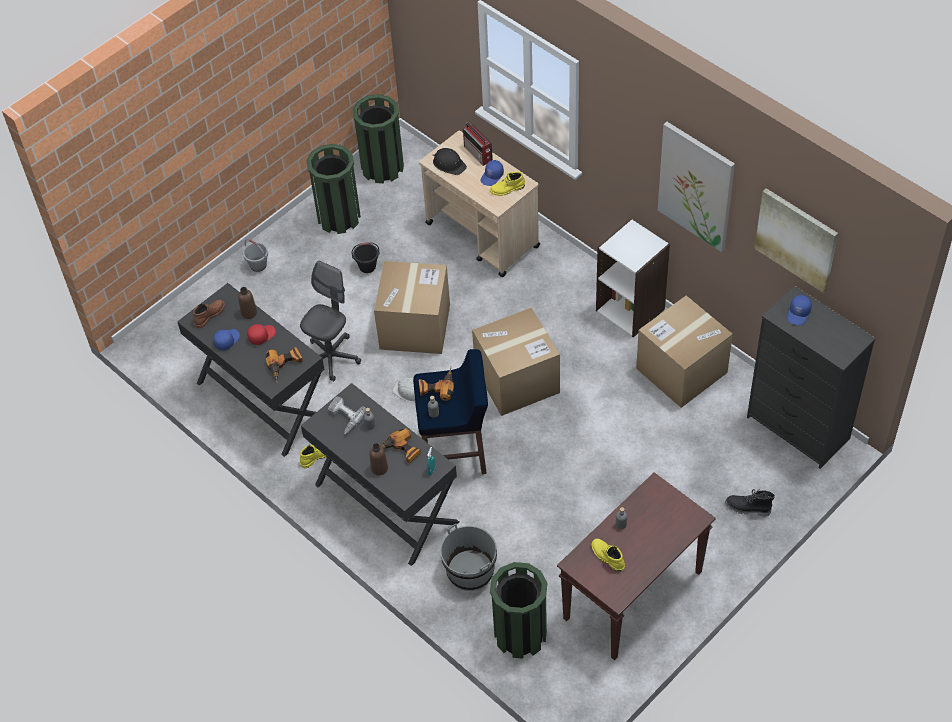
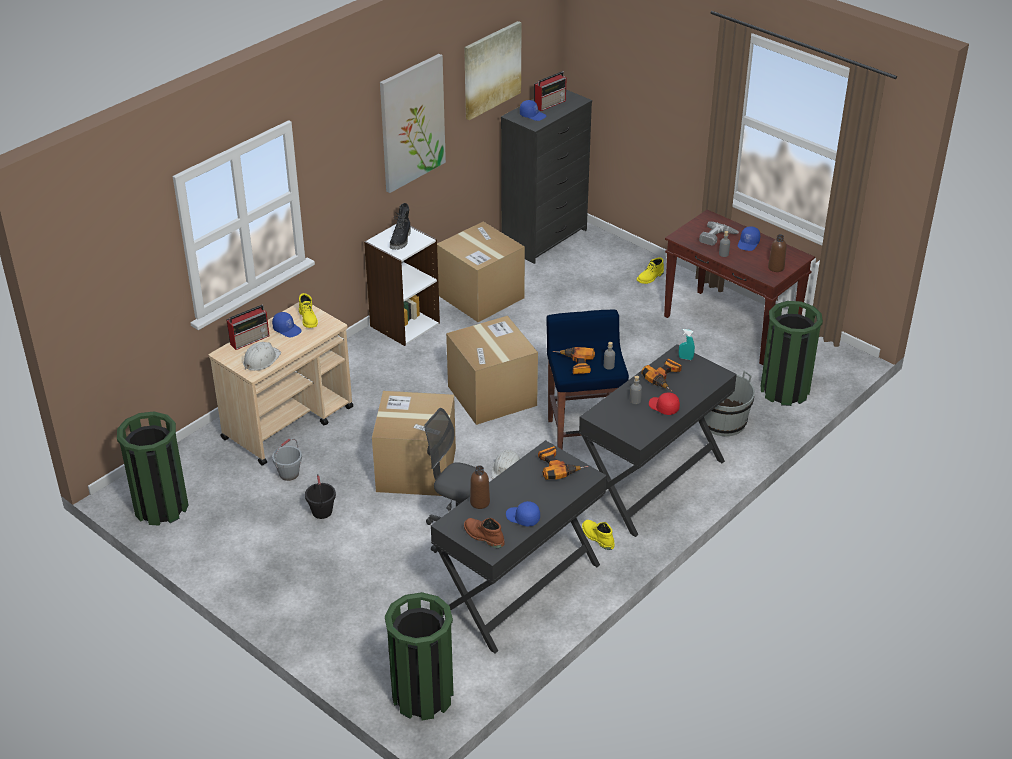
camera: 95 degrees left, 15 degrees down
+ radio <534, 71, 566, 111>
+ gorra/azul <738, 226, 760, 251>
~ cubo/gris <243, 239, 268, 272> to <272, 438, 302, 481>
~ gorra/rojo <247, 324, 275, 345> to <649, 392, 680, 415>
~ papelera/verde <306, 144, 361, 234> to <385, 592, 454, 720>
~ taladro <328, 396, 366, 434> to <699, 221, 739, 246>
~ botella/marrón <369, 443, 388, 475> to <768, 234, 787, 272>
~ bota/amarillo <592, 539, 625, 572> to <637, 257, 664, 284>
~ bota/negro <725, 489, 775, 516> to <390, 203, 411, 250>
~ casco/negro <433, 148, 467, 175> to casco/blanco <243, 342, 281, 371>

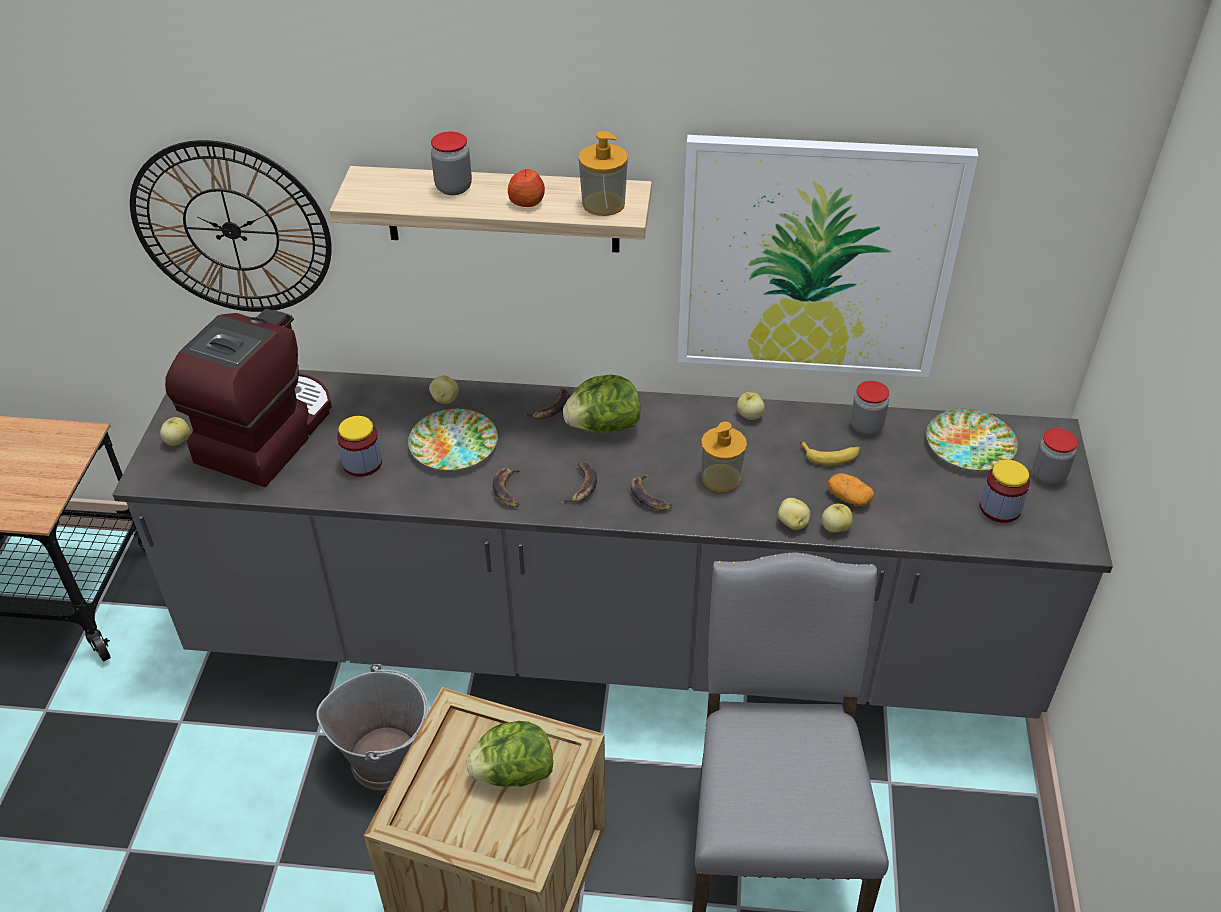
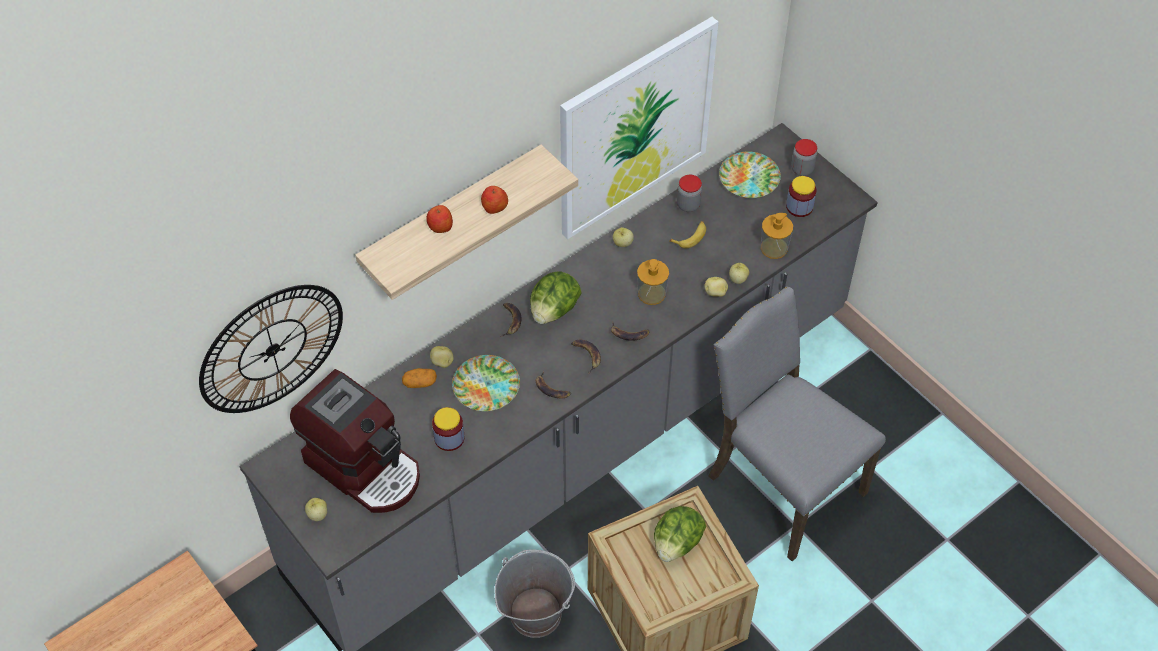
camera: 45 degrees left, 10 degrees up
~ dispensador de jabón <578, 131, 628, 216> to <761, 213, 793, 259>
~ patata <828, 473, 874, 506> to <402, 368, 437, 388>
~ tarro <431, 132, 472, 195> to manzana <426, 205, 453, 233>
~ cafetera <165, 309, 332, 487> = <290, 369, 420, 513> 150 degrees clockwise

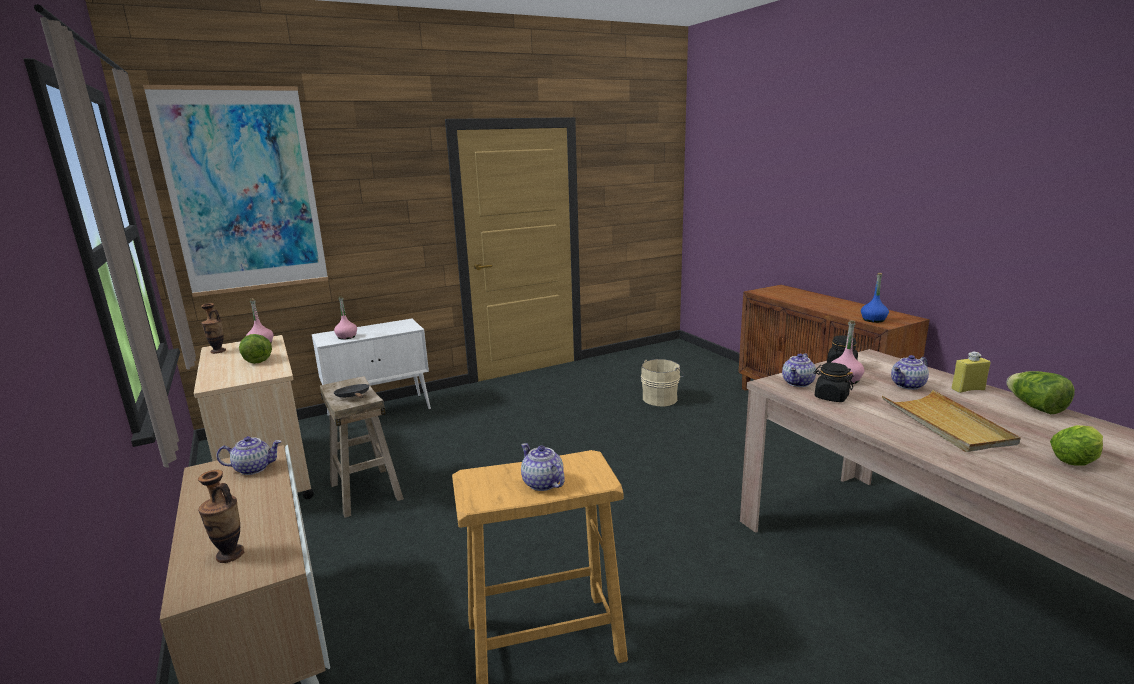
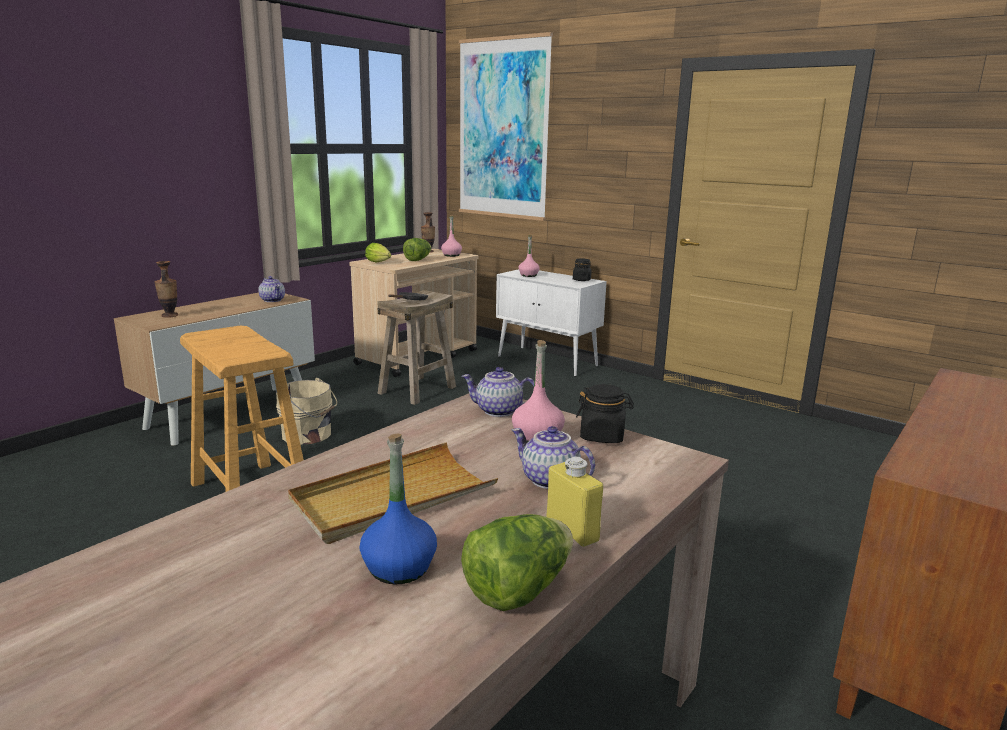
camera: 65 degrees right, 0 degrees up
- tetera <521, 443, 565, 491>
~ cubo/beis <641, 359, 684, 407> to <276, 378, 337, 445>
~ tarro/negro <814, 363, 853, 402> to <573, 259, 591, 281>
~ botella/azul <861, 273, 889, 323> to <360, 433, 437, 584>
~ lechuga <1050, 425, 1103, 466> to <365, 243, 391, 263>

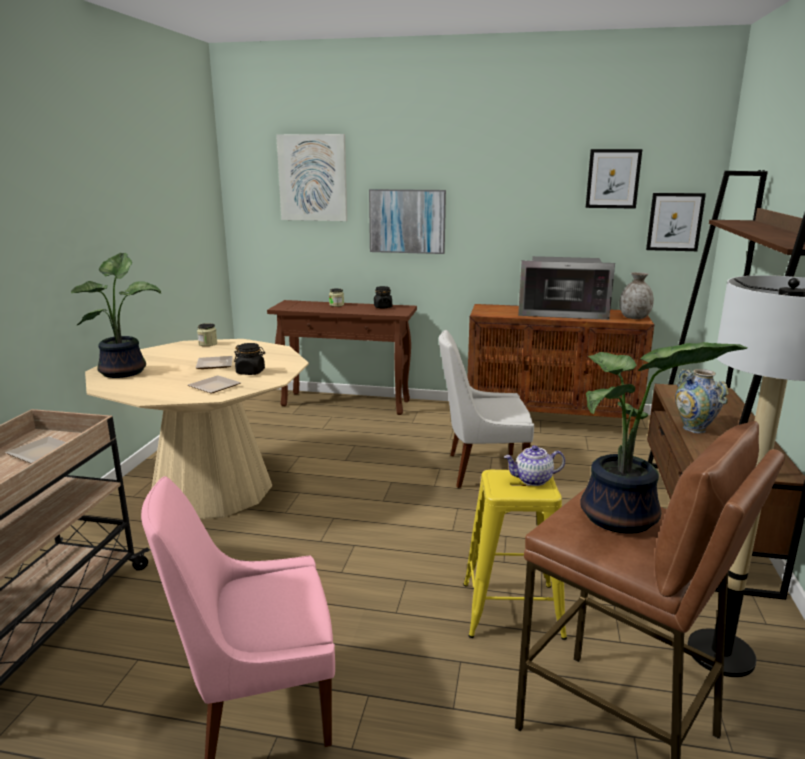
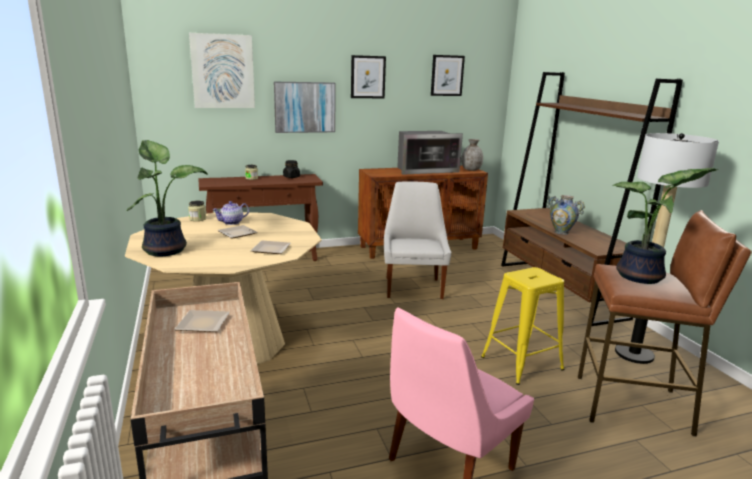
camera: 30 degrees left, 0 degrees up
- tarro/negro <234, 343, 265, 375>
~ tetera <504, 445, 565, 486> to <212, 201, 249, 225>
~ cuadro <646, 193, 706, 251> to <351, 55, 386, 98>
~ silla/blanco <439, 330, 534, 488> = <384, 181, 451, 299> 120 degrees clockwise

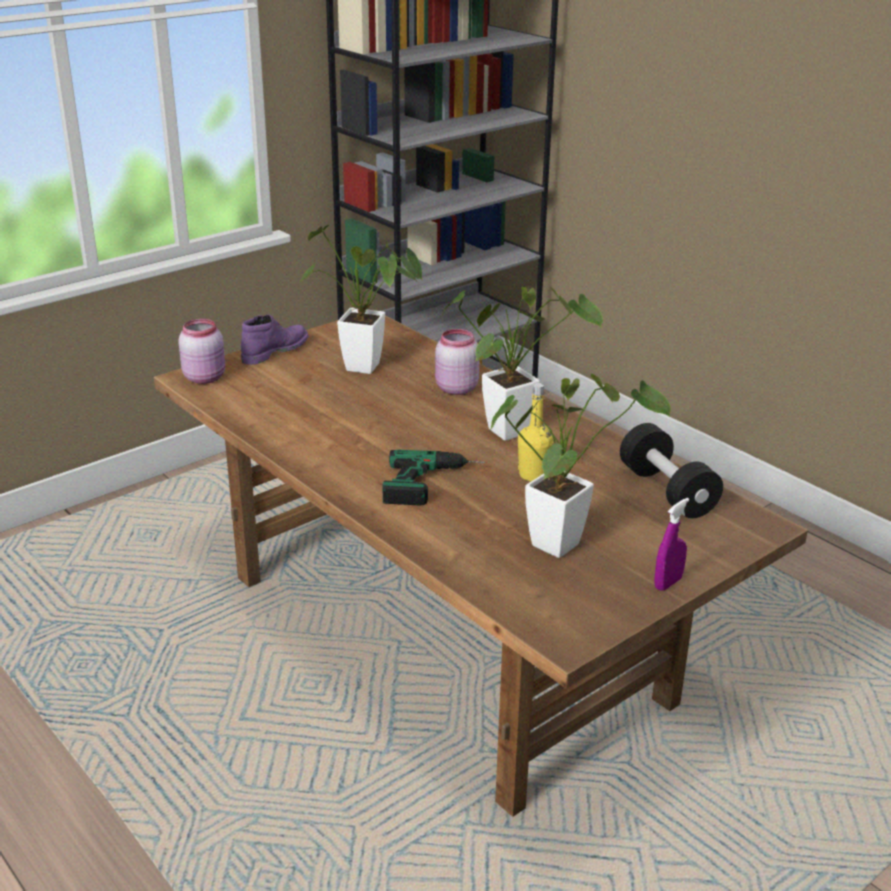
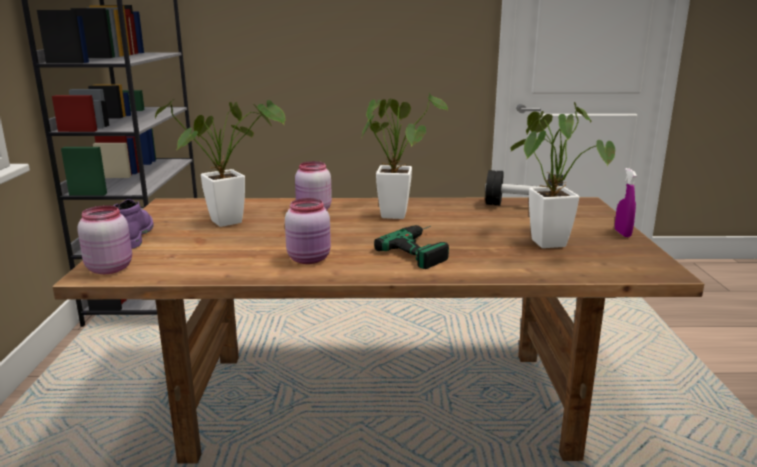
camera: 50 degrees left, 10 degrees down
- botella/amarillo <518, 383, 553, 481>
+ tarro/rosa <285, 198, 331, 264>

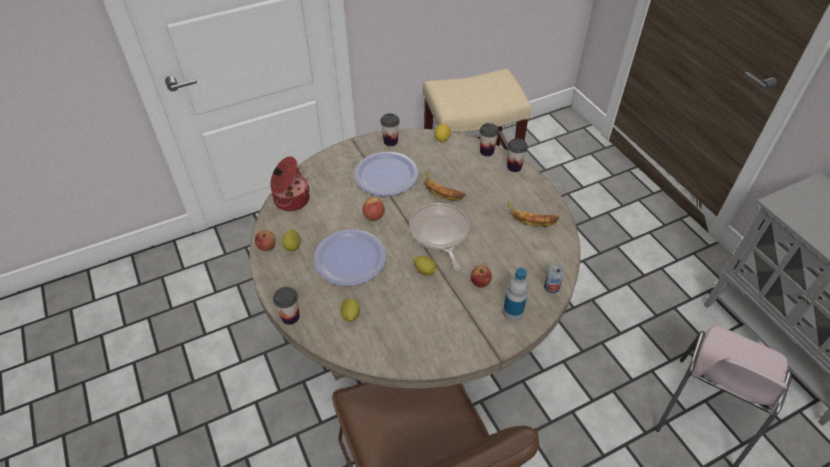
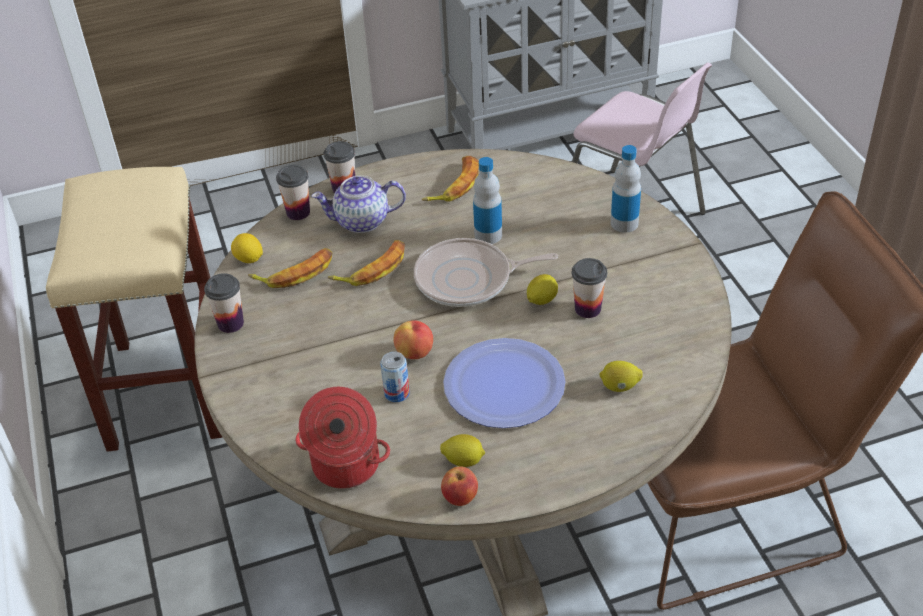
camera: 80 degrees left, 5 degrees down
- plato <354, 152, 418, 196>
- manzana <471, 265, 492, 288>
+ plátano <248, 248, 332, 288>
+ tetera <312, 176, 406, 233>
+ botella <473, 157, 502, 244>
~ taza <273, 287, 299, 325> to <572, 258, 607, 318>
~ lata <544, 263, 565, 293> to <380, 352, 410, 402>

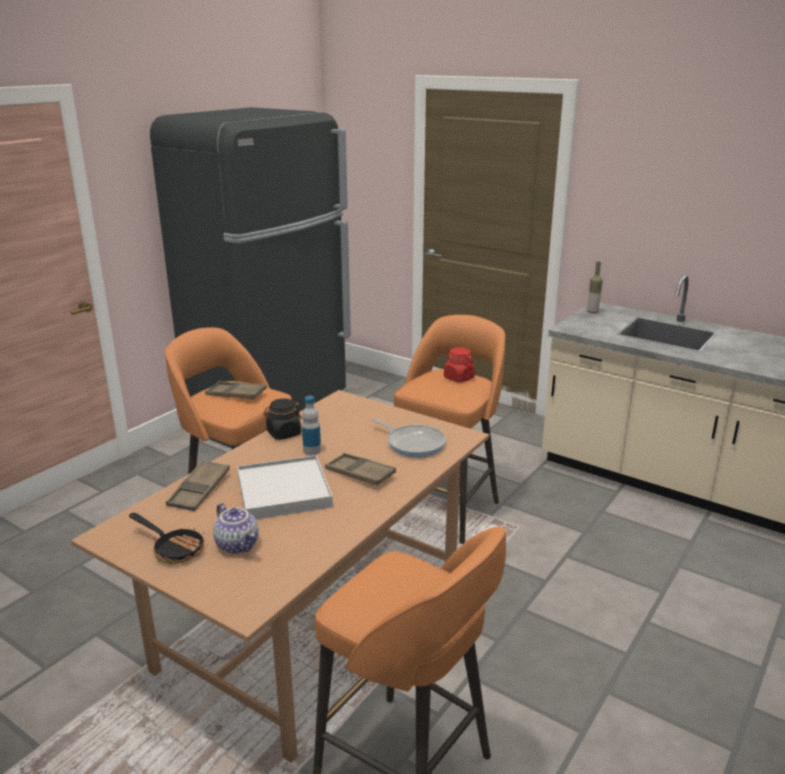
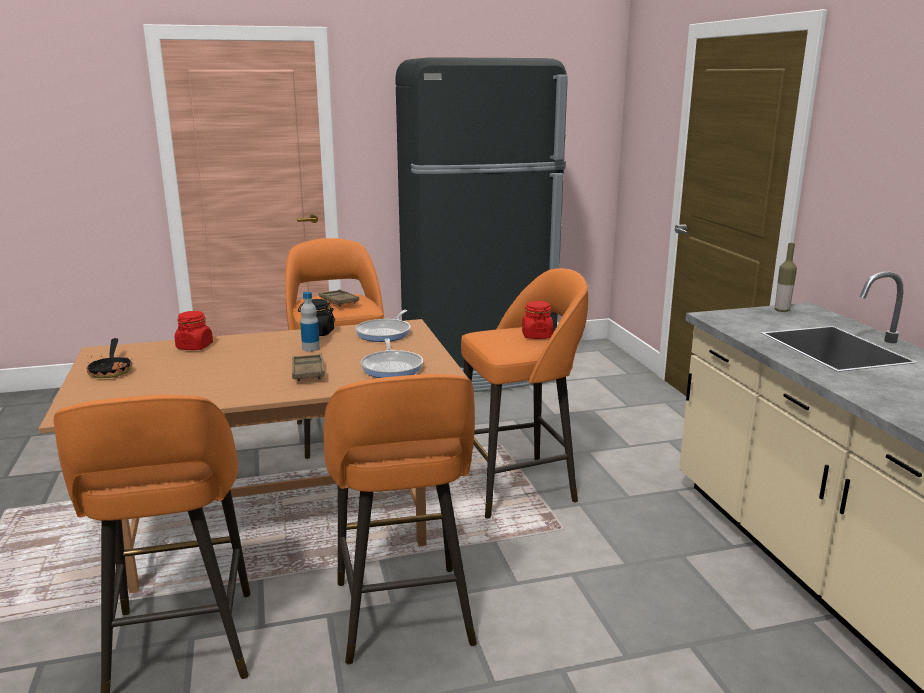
camera: 40 degrees right, 5 degrees down
- tetera <213, 503, 259, 554>
- bandeja/blanco <237, 455, 333, 519>
+ taburete/naranja <324, 374, 477, 665>
+ sartén <355, 310, 411, 342>
~ bandeja/marrón <166, 460, 230, 511> to tarro/rojo <175, 311, 213, 350>

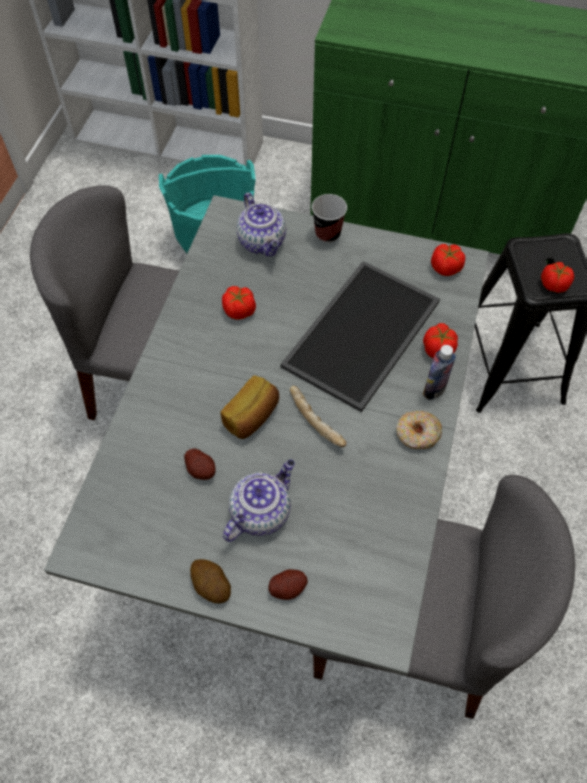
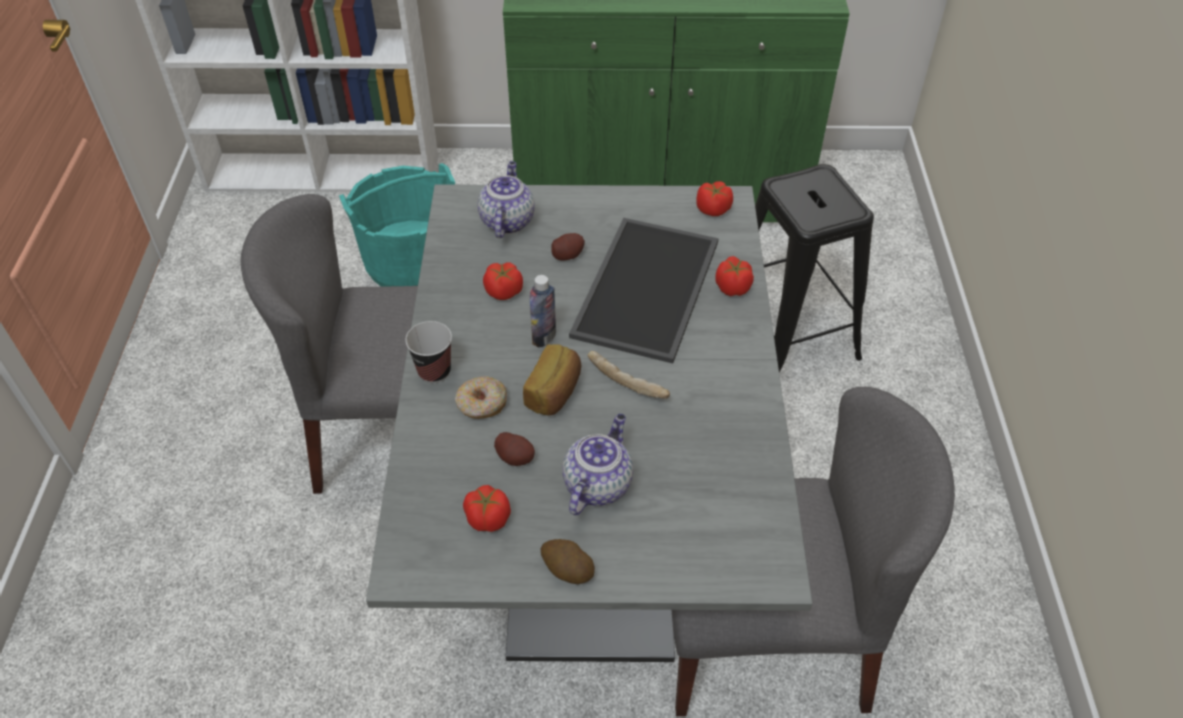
camera: 15 degrees left, 10 degrees down
~ patata <269, 569, 308, 600> to <551, 233, 585, 260>
~ taza <312, 194, 347, 243> to <405, 321, 452, 383>
~ rosquilla <396, 411, 442, 449> to <455, 376, 507, 419>
~ botella <423, 345, 456, 400> to <530, 275, 556, 348>
~ tomate <541, 262, 574, 293> to <463, 485, 511, 532>
~ tetera <236, 192, 286, 257> = <478, 161, 535, 238> 135 degrees counterclockwise

